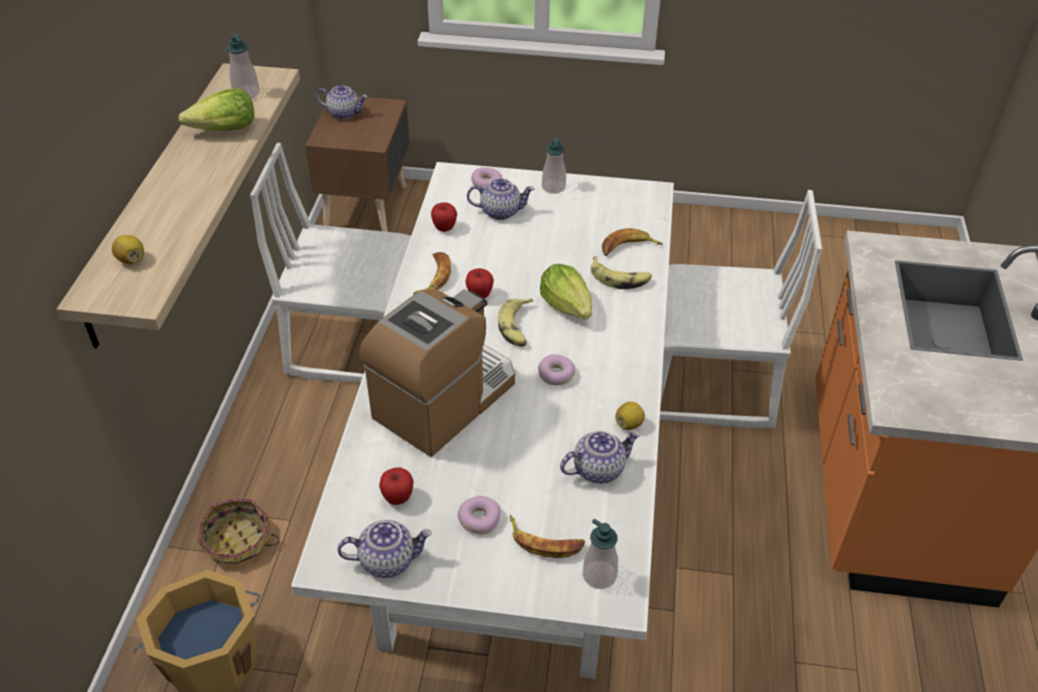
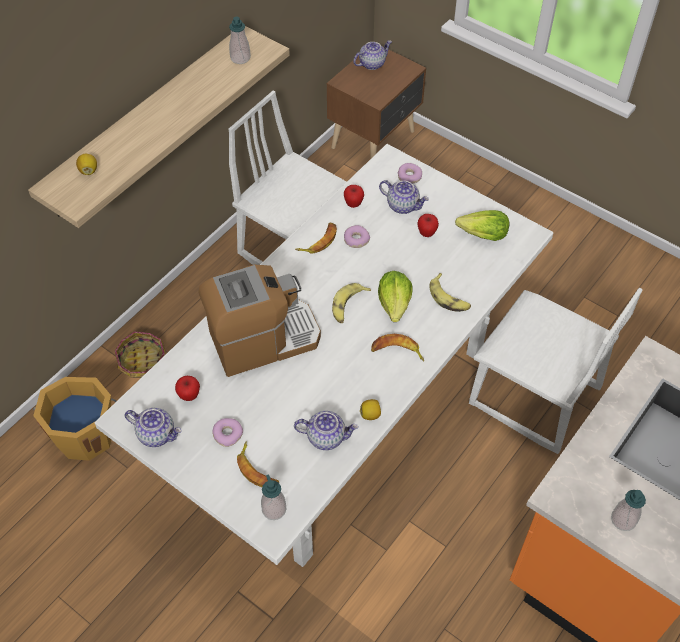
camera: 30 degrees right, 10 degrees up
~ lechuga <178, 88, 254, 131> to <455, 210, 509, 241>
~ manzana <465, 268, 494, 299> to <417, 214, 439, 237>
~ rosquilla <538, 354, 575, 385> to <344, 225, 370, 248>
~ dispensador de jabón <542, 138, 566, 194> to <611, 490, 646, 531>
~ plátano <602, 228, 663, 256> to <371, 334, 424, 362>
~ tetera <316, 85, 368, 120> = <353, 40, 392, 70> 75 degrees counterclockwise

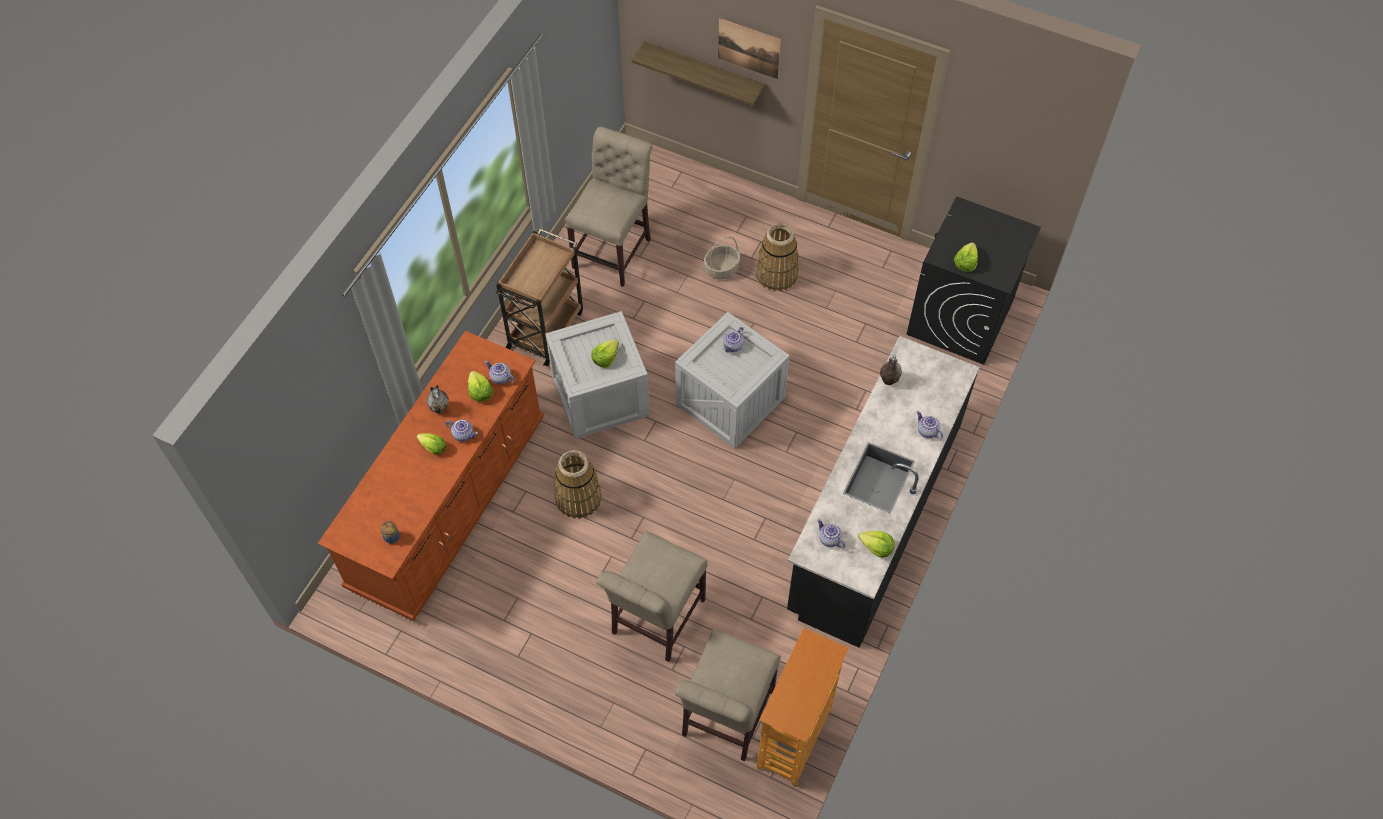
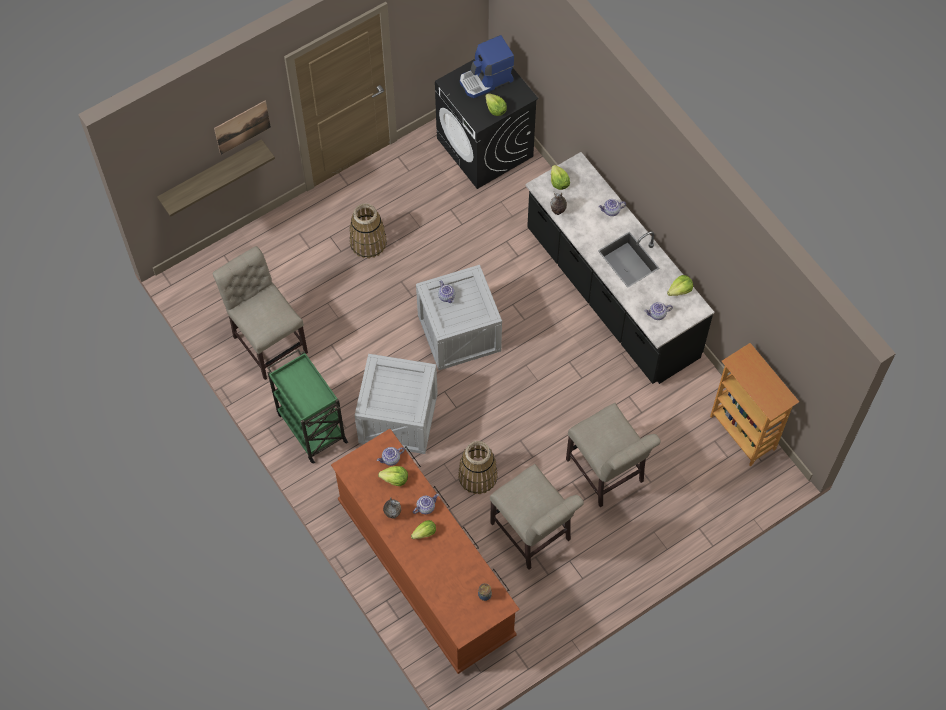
camera: 60 degrees left, 5 degrees up
- cesta <704, 237, 740, 279>
+ cafetera <460, 35, 514, 98>
~ lechuga <591, 339, 619, 368> to <551, 165, 570, 190>
~ silla/beis <675, 629, 781, 761> to <490, 464, 584, 570>
~ carrito/marrón <496, 229, 583, 366> to carrito/verde <267, 349, 348, 464>

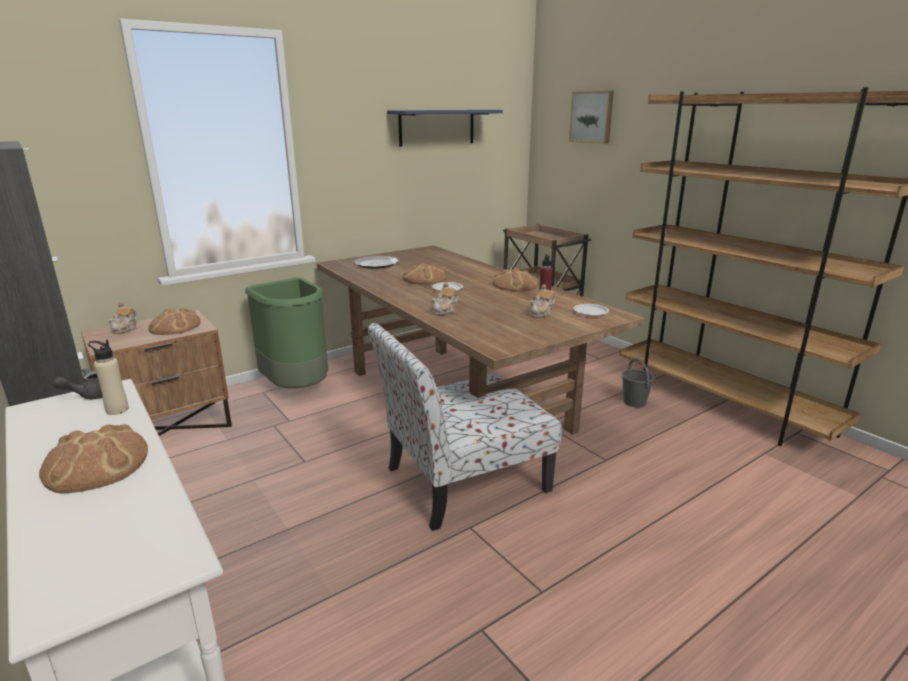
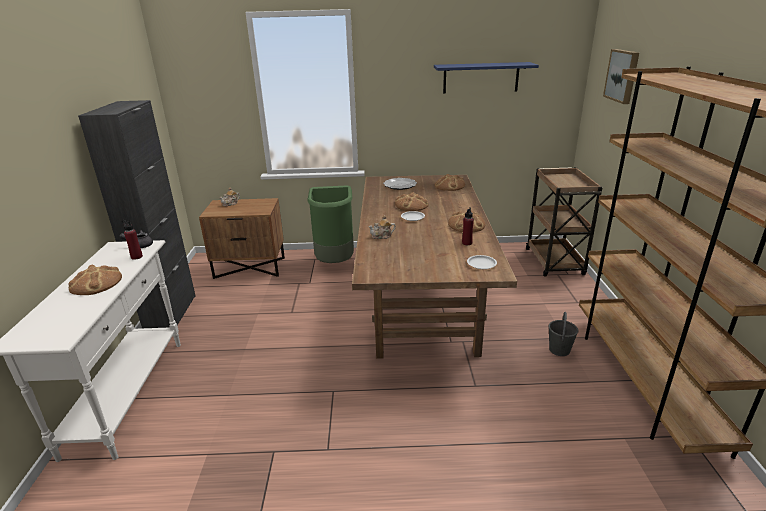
camera: 35 degrees right, 5 degrees up
- silla <368, 323, 562, 531>
- tetera <529, 284, 555, 318>
~ pan <148, 308, 200, 335> to <435, 174, 465, 191>
~ botella/beis <88, 340, 129, 415> to botella/rojo <122, 220, 143, 260>

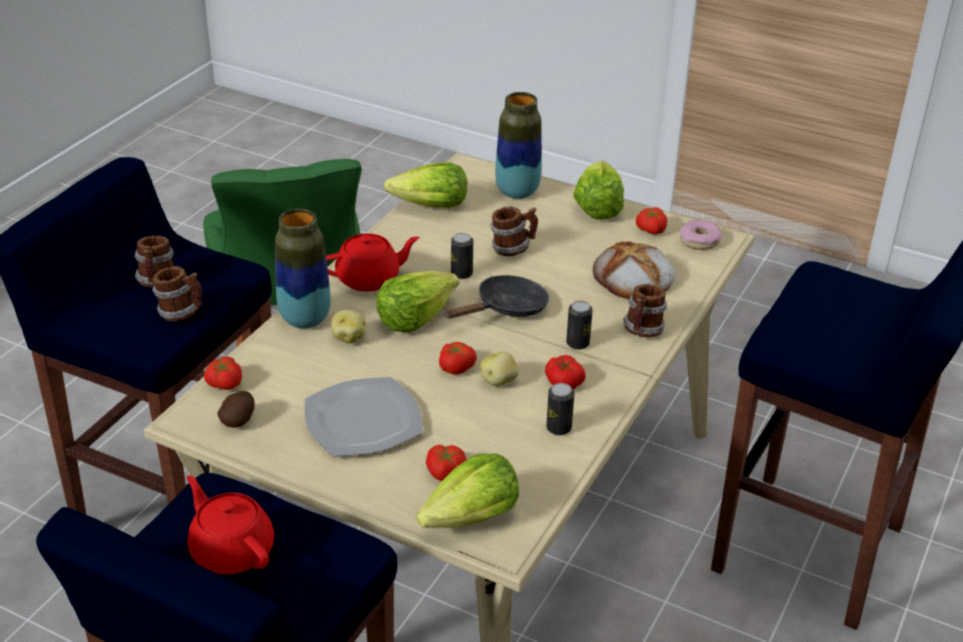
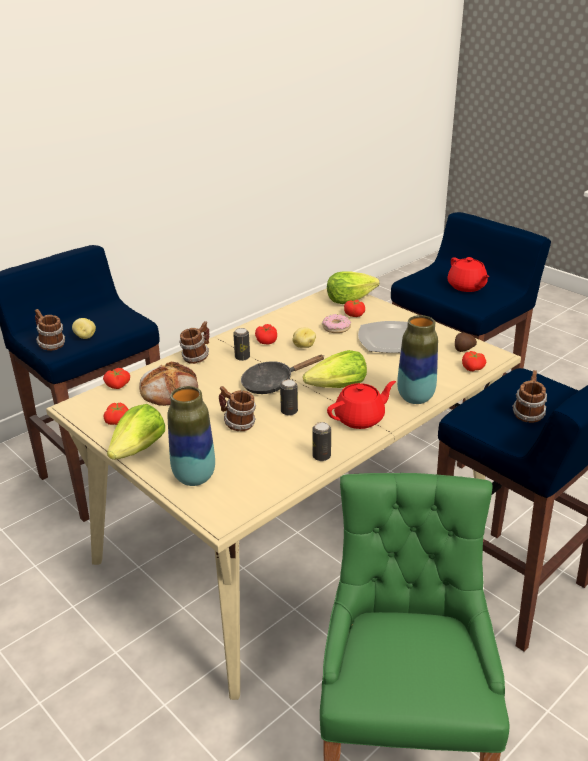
camera: 160 degrees left, 5 degrees down
- lechuga <384, 162, 467, 208>
~ taza grande <152, 266, 202, 322> to <34, 309, 65, 351>
~ patata <331, 310, 366, 344> to <72, 318, 96, 339>
~ tomate <439, 342, 477, 374> to <103, 368, 130, 389>
~ lata <546, 383, 575, 435> to <312, 422, 331, 461>
~ rosquilla <680, 220, 721, 250> to <322, 314, 351, 333>
~ tetera/rojo <326, 233, 420, 292> = <327, 381, 396, 429> 150 degrees clockwise

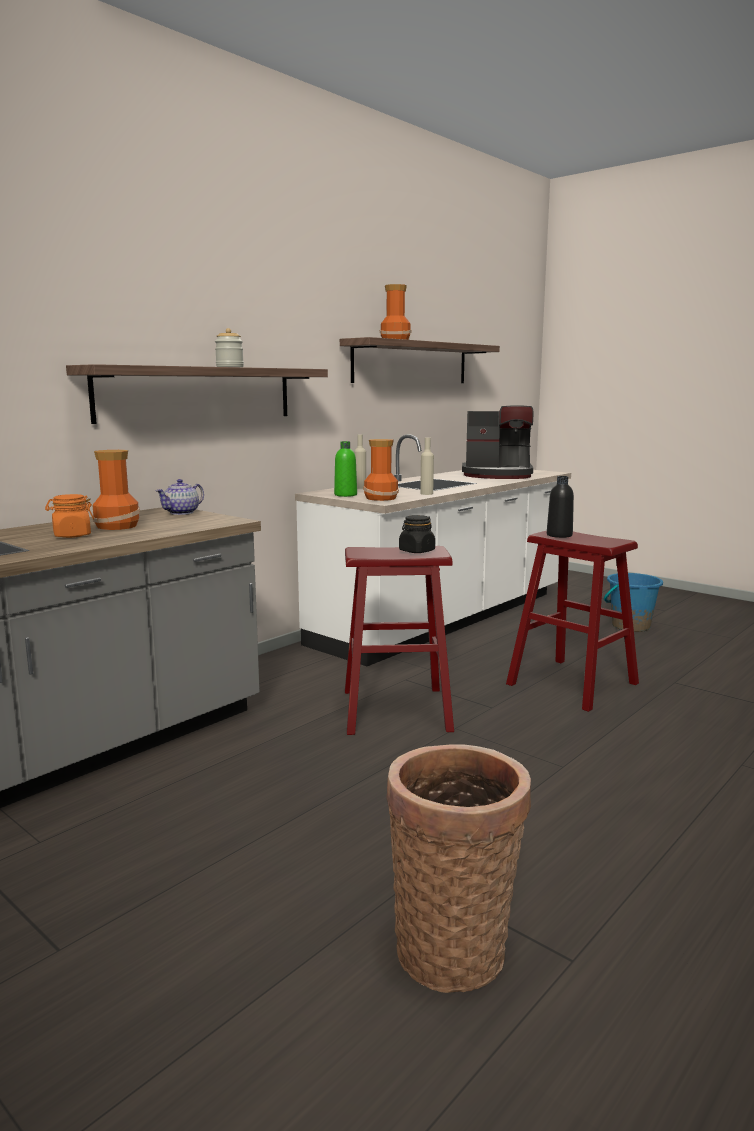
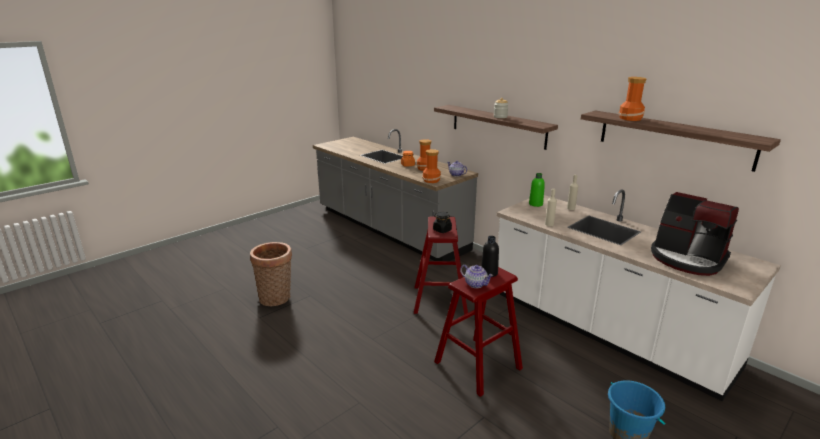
camera: 95 degrees right, 10 degrees up
+ tetera <460, 265, 493, 288>
~ florero <363, 439, 399, 501> to <422, 149, 441, 183>
~ cafetera <462, 405, 534, 479> = <651, 192, 739, 276> 60 degrees counterclockwise

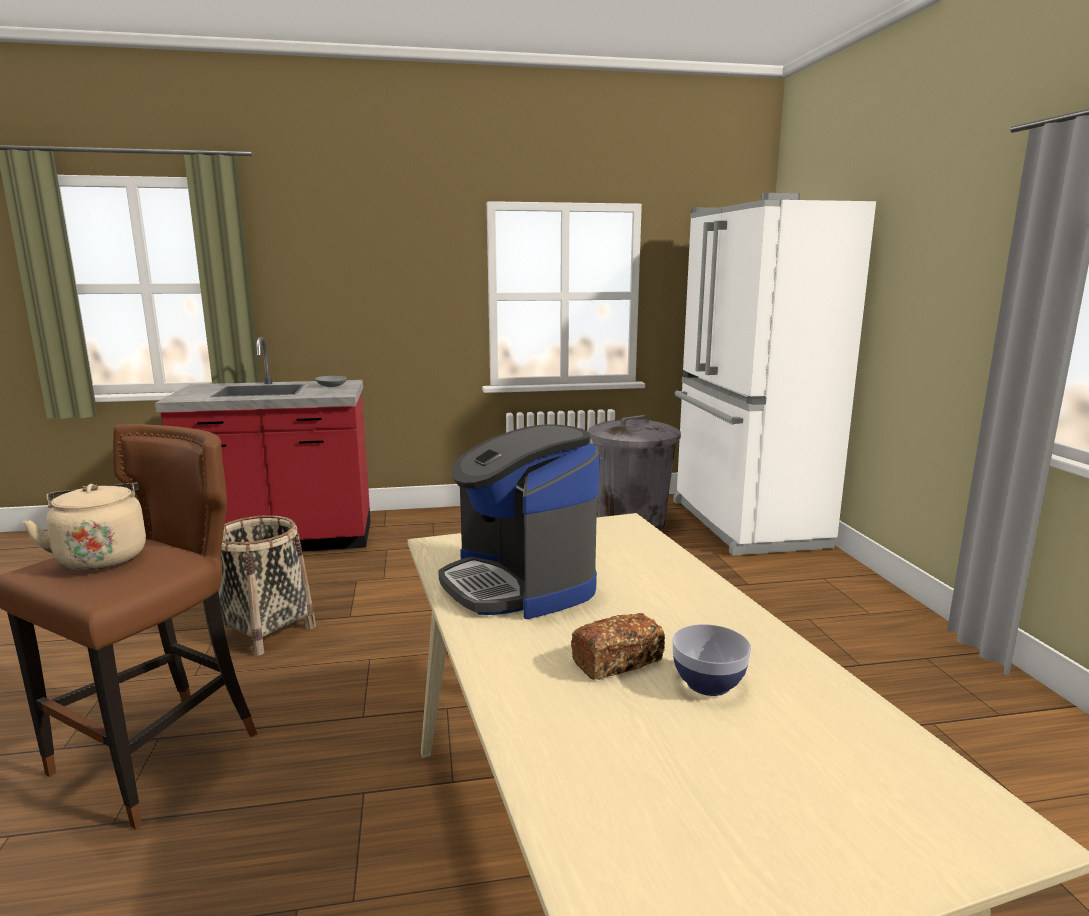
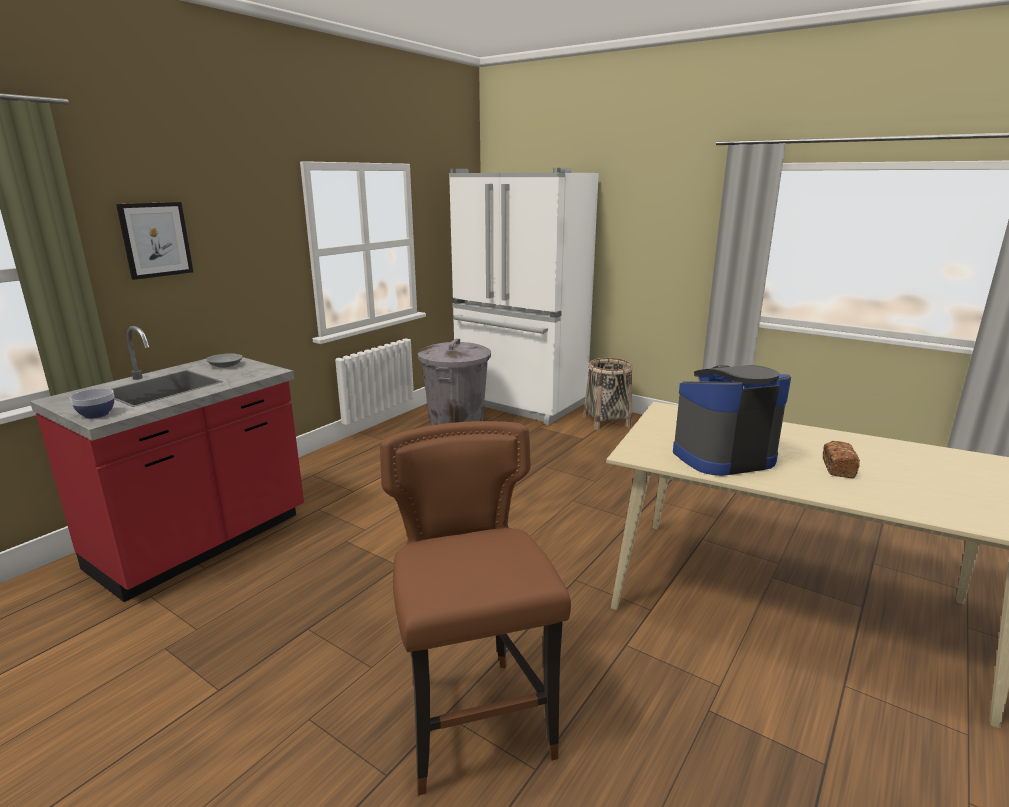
camera: 45 degrees left, 5 degrees up
- hervidor/beis <23, 482, 146, 570>
+ cuadro <116, 202, 193, 280>
~ cesta <218, 515, 316, 656> to <583, 358, 633, 430>
~ cuenco <672, 624, 751, 696> to <70, 388, 114, 419>
~ cafetera <438, 424, 600, 619> = <673, 365, 791, 476> 150 degrees clockwise

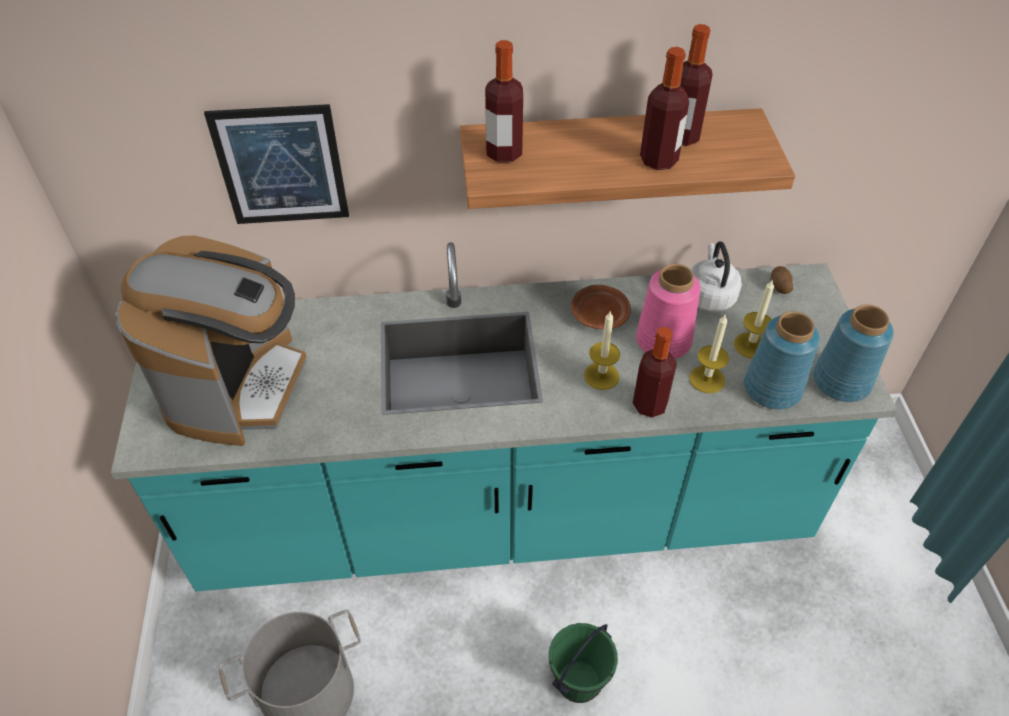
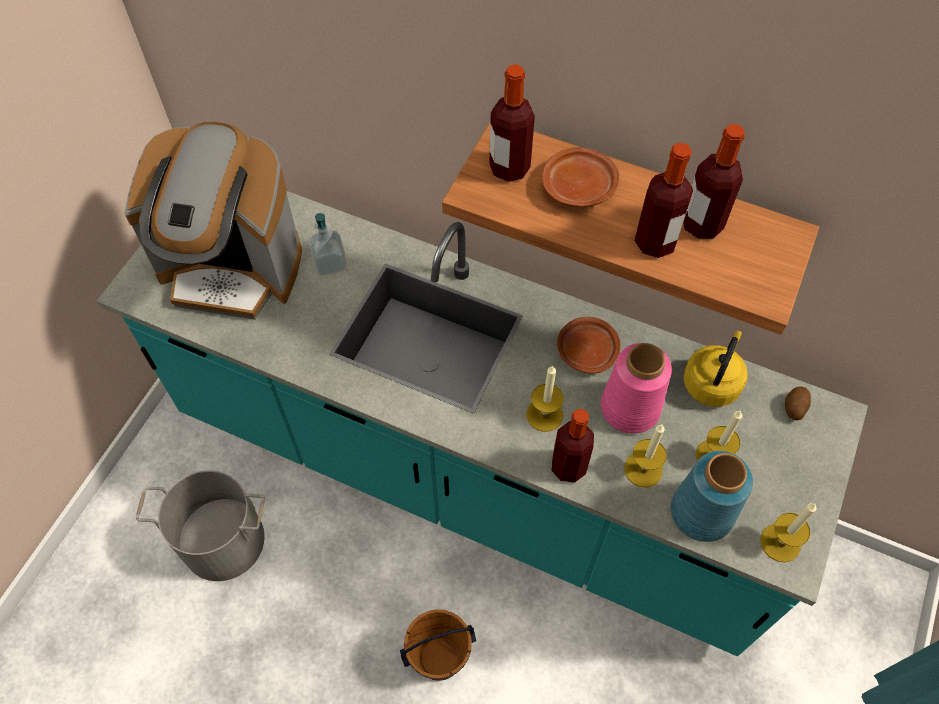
camera: 30 degrees right, 10 degrees up
- cuadro <204, 104, 349, 224>
+ dispensador de jabón <309, 213, 347, 276>
+ plato/marrón <542, 147, 620, 207>
~ florero/azul <813, 304, 894, 402> to vela <761, 503, 816, 562>
~ cubo/verde <549, 623, 618, 703> to cubo/marrón <400, 609, 476, 681>
~ hervidor/blanco <691, 242, 742, 312> to hervidor/amarillo <683, 331, 748, 407>
~ cafetera <116, 236, 307, 446> = <124, 122, 302, 320> 60 degrees clockwise

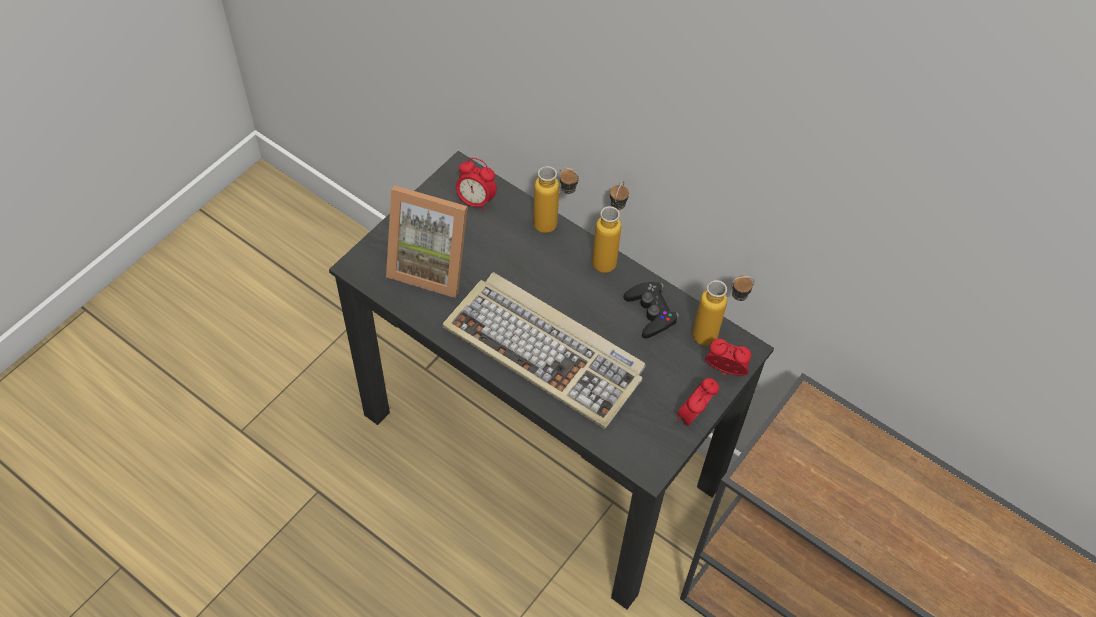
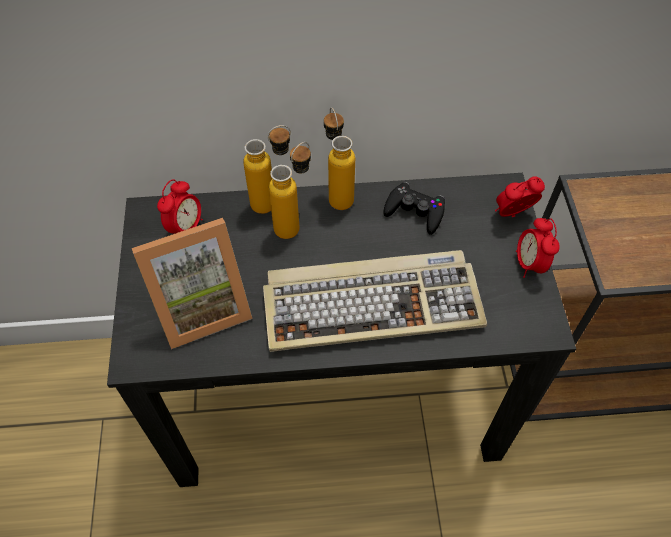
camera: 40 degrees left, 0 degrees up
~ botella <693, 276, 755, 346> to <269, 142, 311, 239>
~ despertador <456, 158, 497, 213> = <157, 179, 203, 234> 45 degrees counterclockwise

